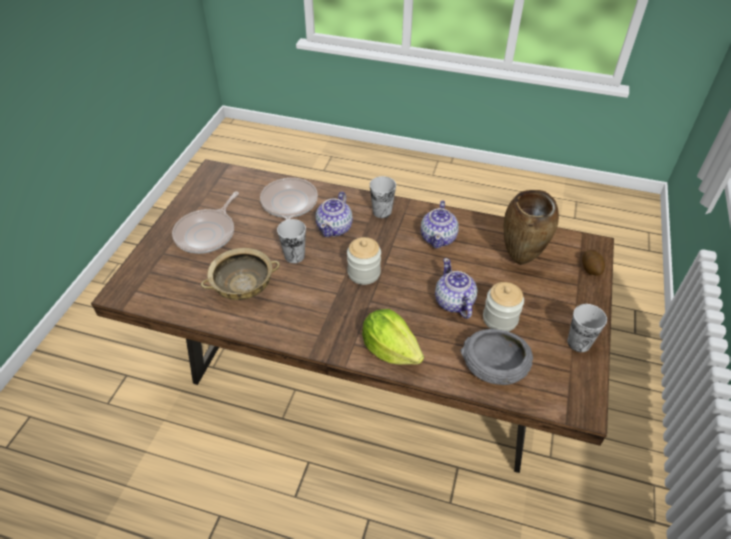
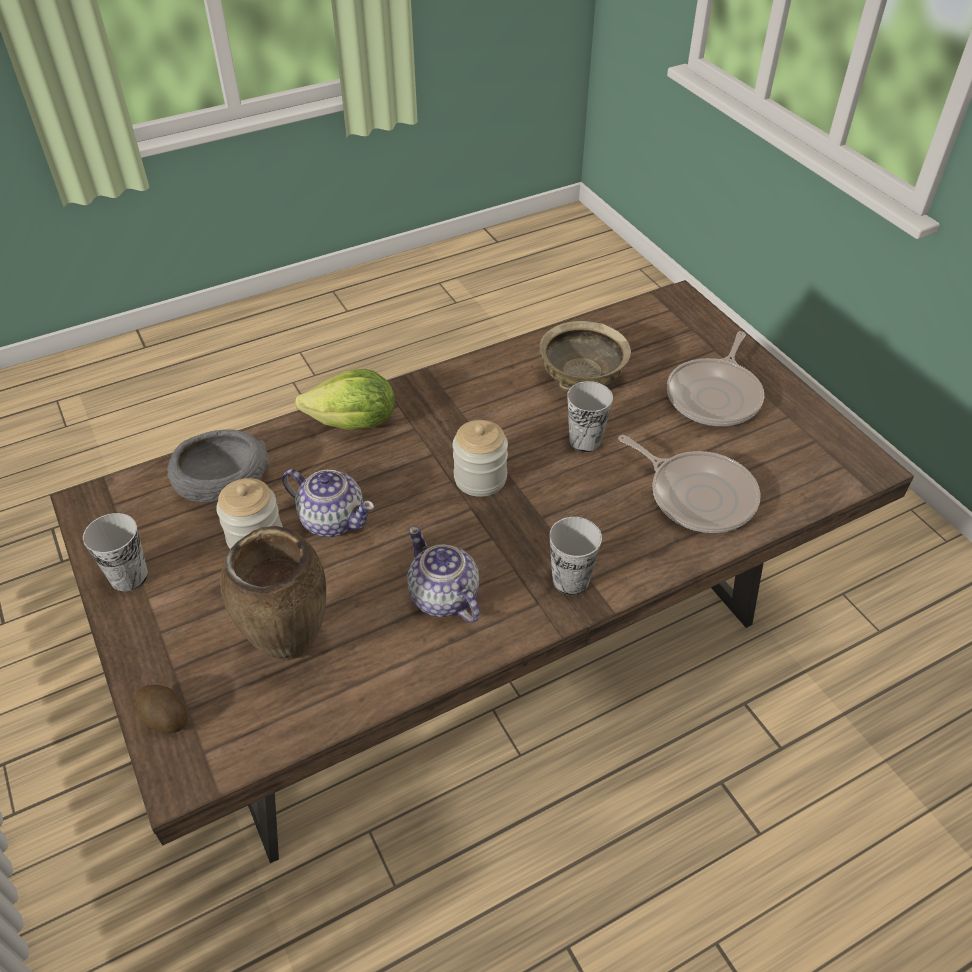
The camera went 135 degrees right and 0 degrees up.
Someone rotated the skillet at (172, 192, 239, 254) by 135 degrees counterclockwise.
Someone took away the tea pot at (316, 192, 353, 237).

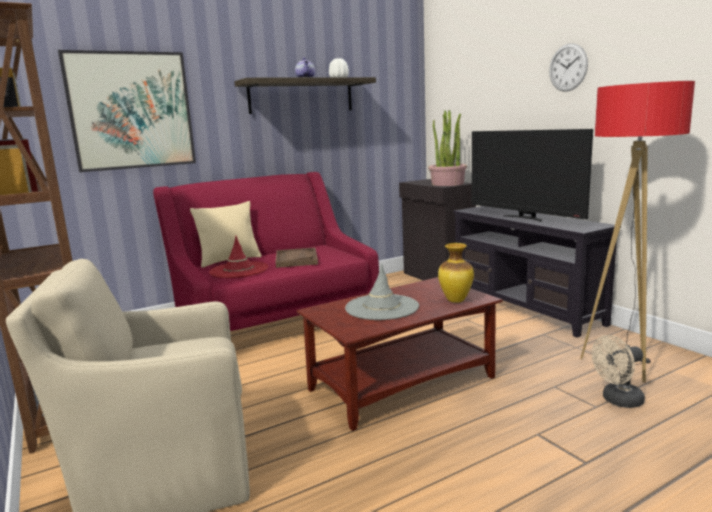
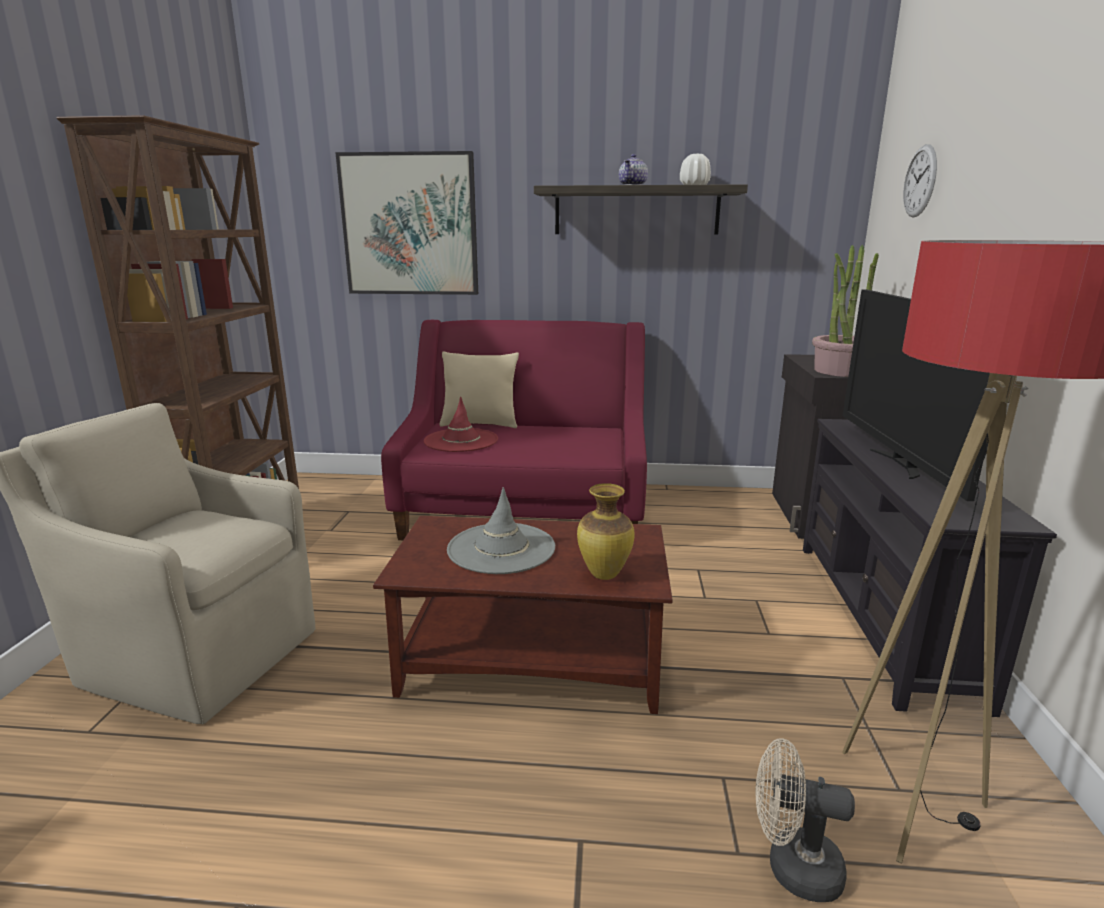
The camera went 35 degrees right and 5 degrees up.
Someone carried the clock on the wall from (549, 43, 588, 92) to (903, 144, 937, 218).
Someone took away the brown-coloured tray at (275, 247, 318, 268).

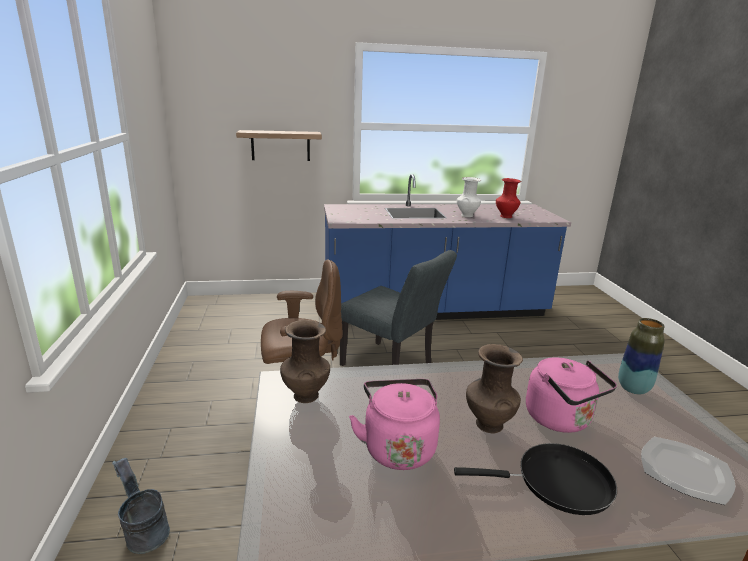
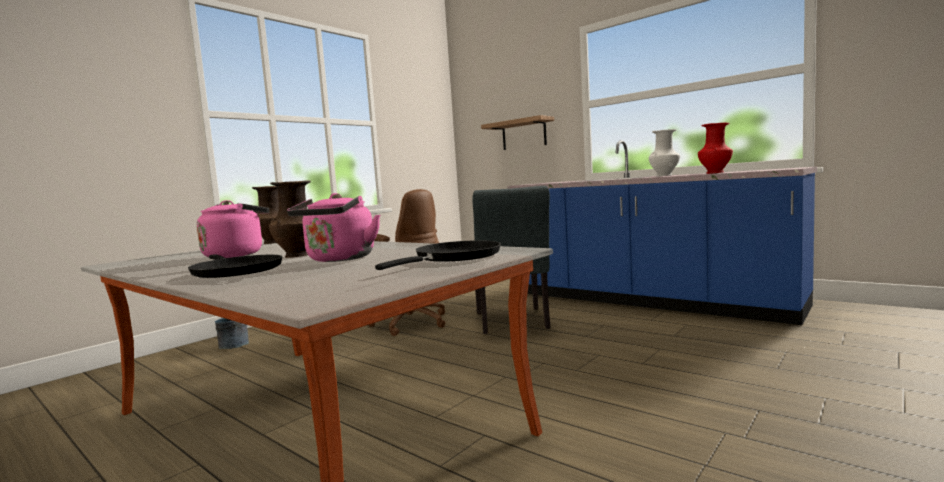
The camera went 50 degrees right and 15 degrees down.
Someone swapped the decorative vase at (618, 318, 665, 395) for the black skillet at (375, 240, 501, 270).
Someone took away the dinner plate at (641, 437, 736, 505).

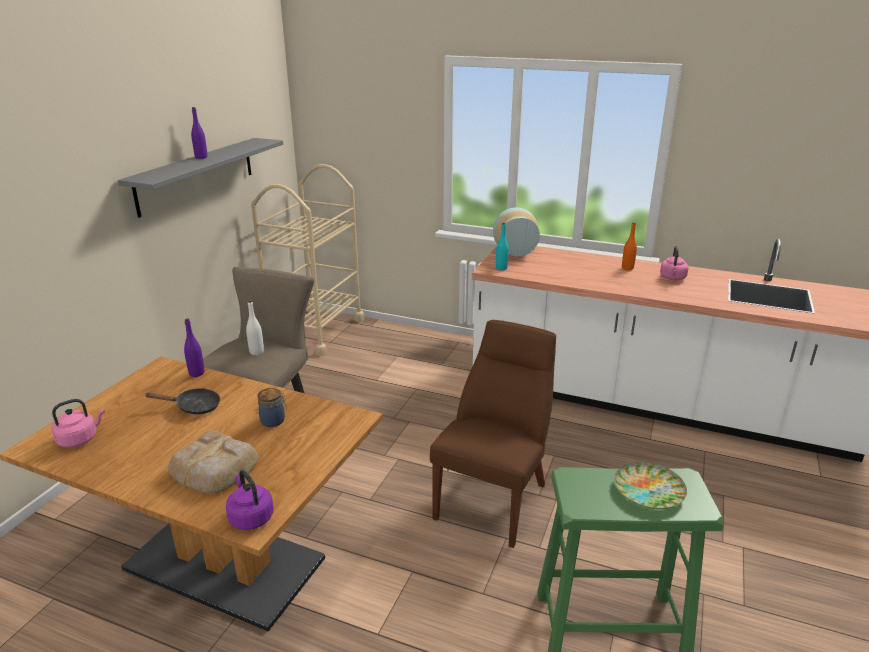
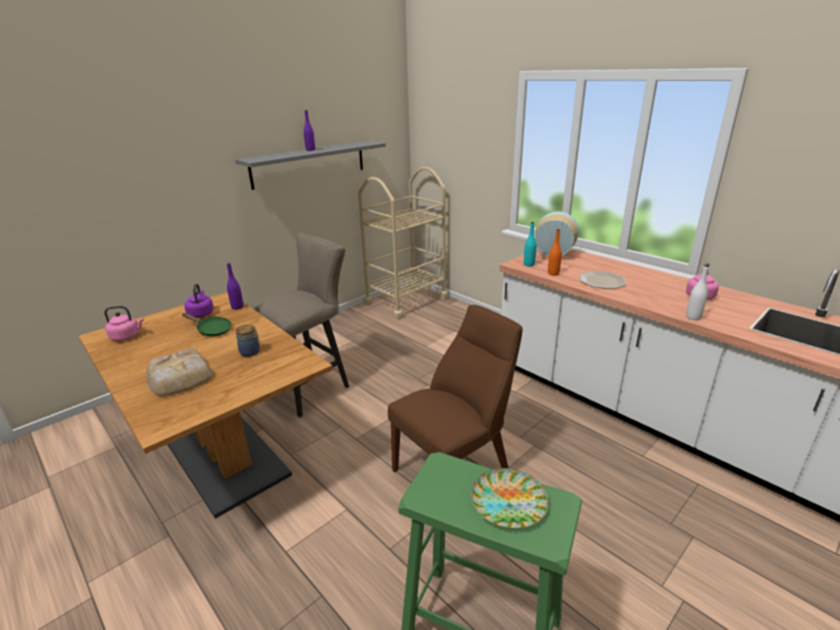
The camera went 25 degrees right and 0 degrees up.
Someone repainted the black skillet at (145, 388, 220, 414), which became the green-coloured skillet at (182, 313, 232, 336).
Someone carried the purple-coloured tea kettle from (226, 470, 273, 530) to (184, 284, 214, 318).
Someone carried the orangey beverage bottle from (622, 223, 637, 270) to (548, 229, 562, 276).
Someone put down the dinner plate at (580, 271, 626, 289).
Someone carried the whitish beverage bottle from (246, 300, 264, 355) to (686, 265, 709, 320).

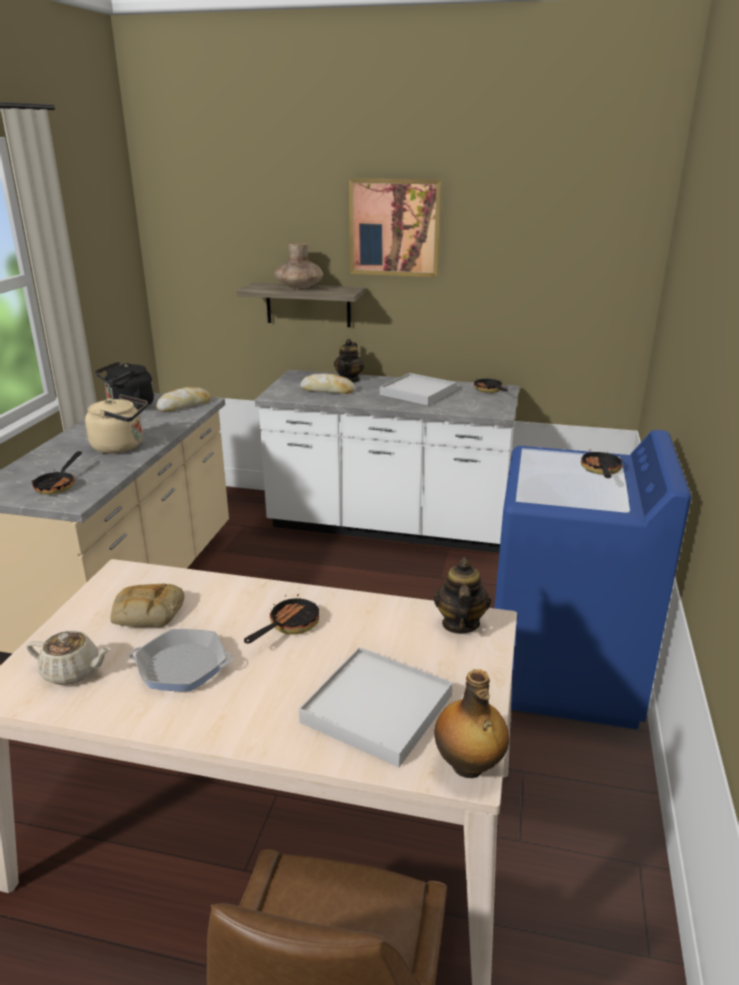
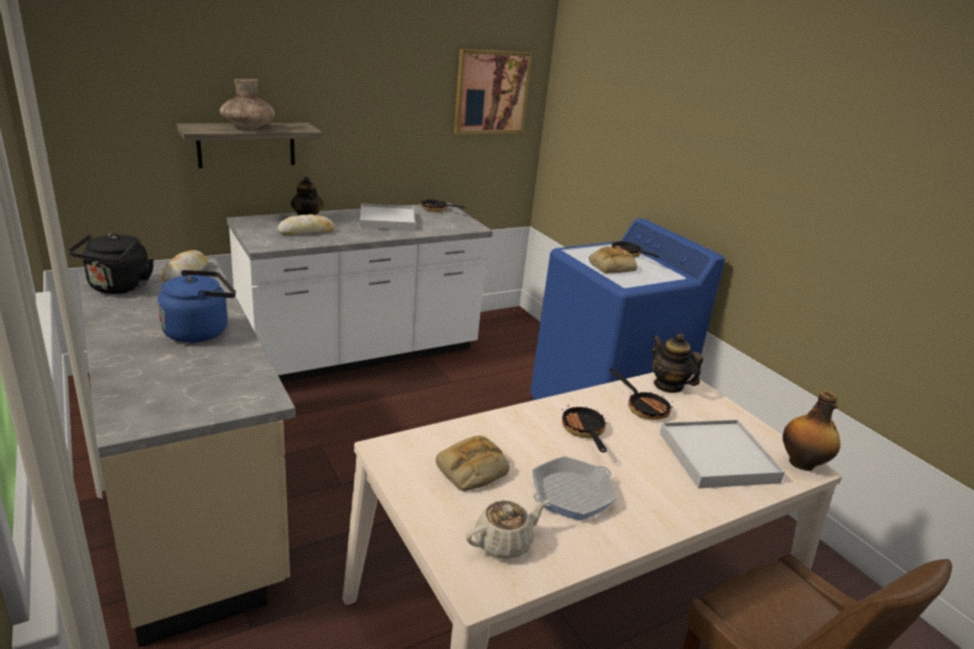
The camera went 45 degrees left and 0 degrees up.
Someone repainted the beige tea kettle at (85, 395, 148, 454), which became the blue-coloured tea kettle at (157, 270, 236, 343).
Someone carried the wall picture from (349, 178, 442, 277) to (454, 49, 532, 134).
Someone put down the baked bread at (589, 247, 637, 274).
Someone carried the skillet from (31, 451, 82, 495) to (609, 368, 673, 420).

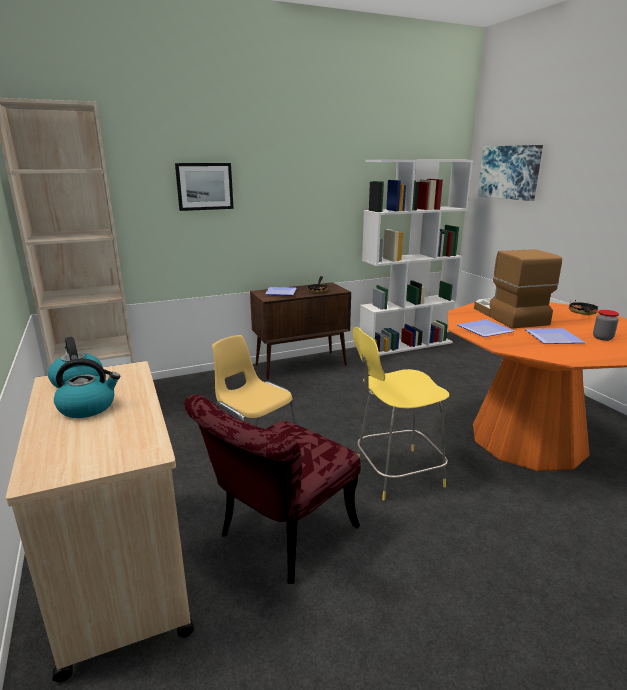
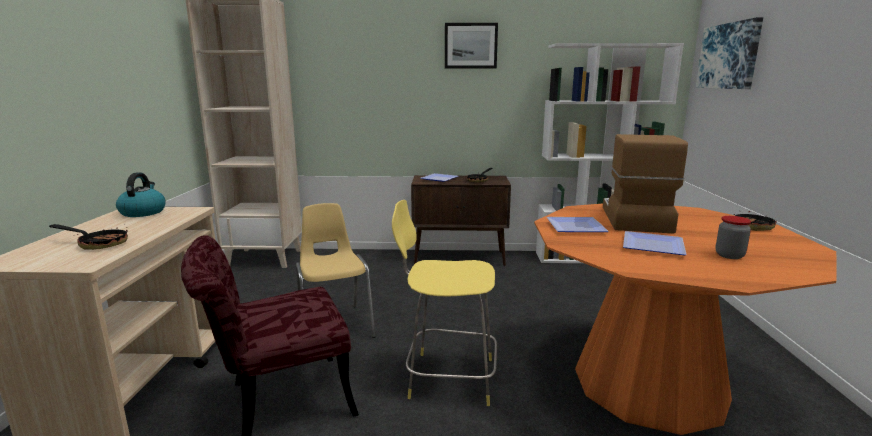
The camera went 25 degrees right and 5 degrees down.
Someone put down the skillet at (49, 224, 128, 250).
Someone carried the wall picture from (175, 163, 234, 211) to (445, 23, 498, 68).
Someone took away the tea kettle at (54, 358, 120, 418).

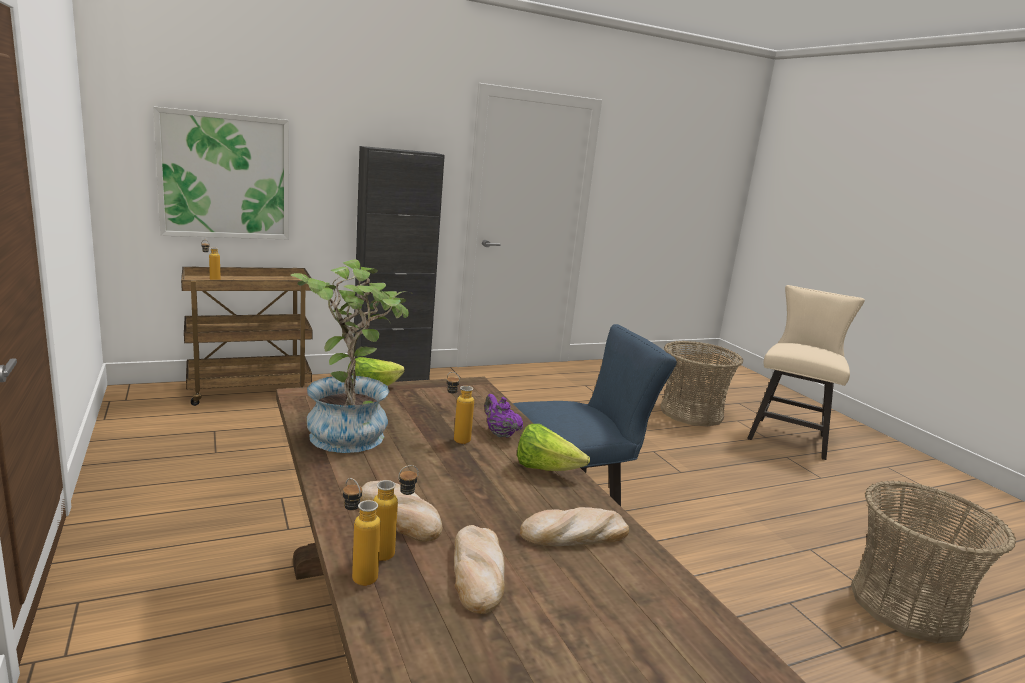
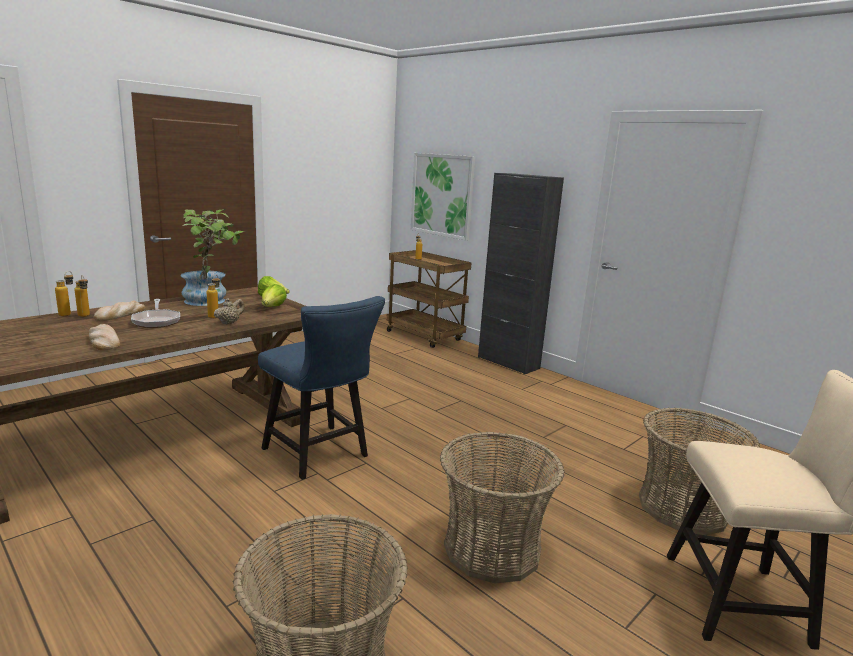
The camera went 70 degrees right and 0 degrees up.
Someone put down the skillet at (131, 299, 180, 328).
Someone repainted the purple-coloured tea pot at (484, 394, 523, 438), which became the beige tea pot at (214, 298, 245, 325).
Someone carried the head of lettuce from (517, 424, 590, 471) to (262, 284, 287, 307).
Someone put down the household basket at (440, 432, 565, 584).
Someone took away the baked bread at (454, 525, 505, 614).

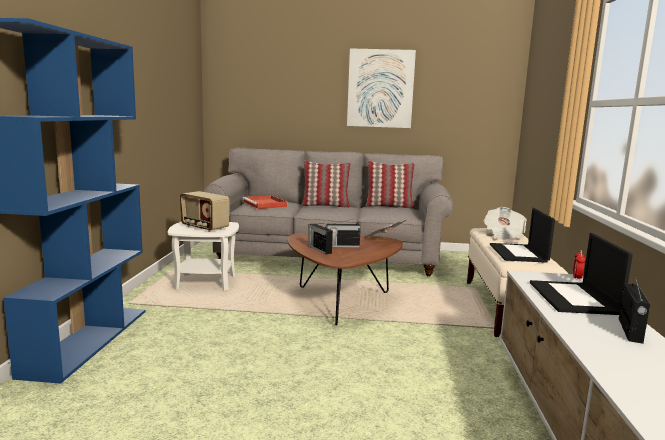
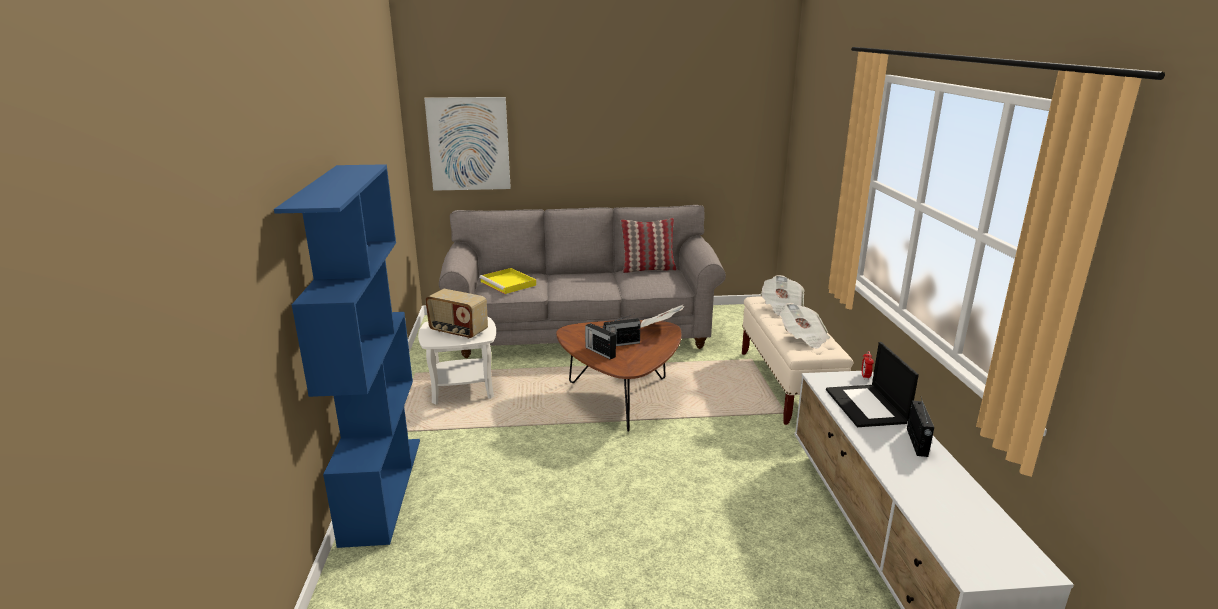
The camera went 10 degrees left and 10 degrees up.
Someone carried the wall picture from (347, 48, 416, 128) to (424, 97, 511, 191).
Someone repainted the reddish tray at (242, 195, 287, 209), which became the yellowish tray at (479, 268, 536, 294).
Someone swapped the laptop at (490, 208, 555, 263) for the printed paper at (780, 303, 830, 349).
Someone took away the cushion at (302, 161, 351, 208).

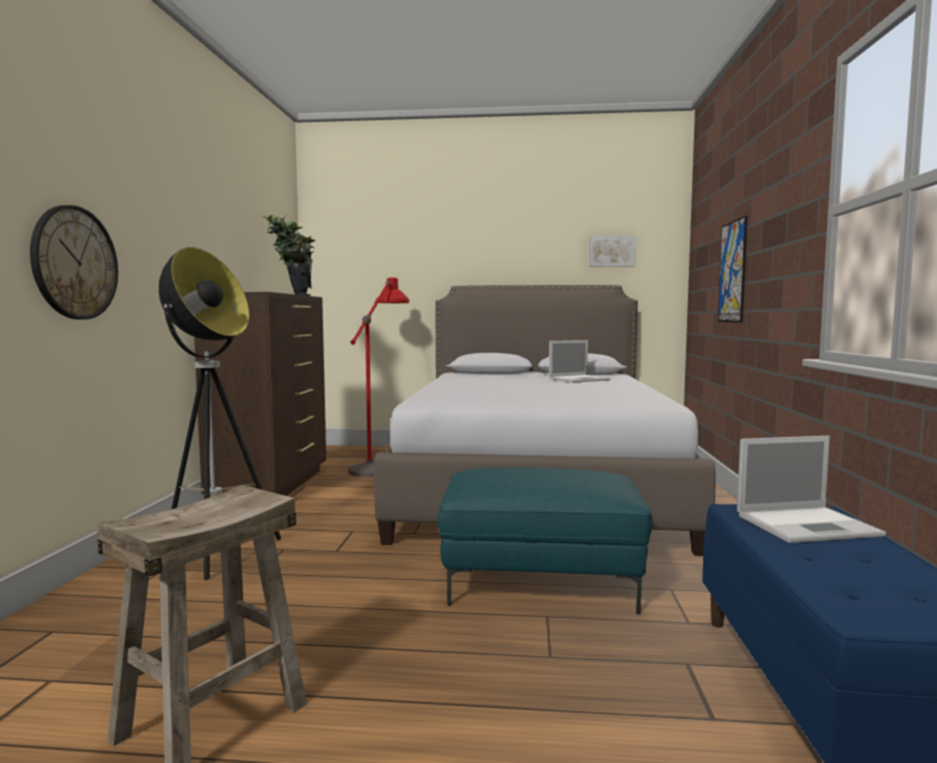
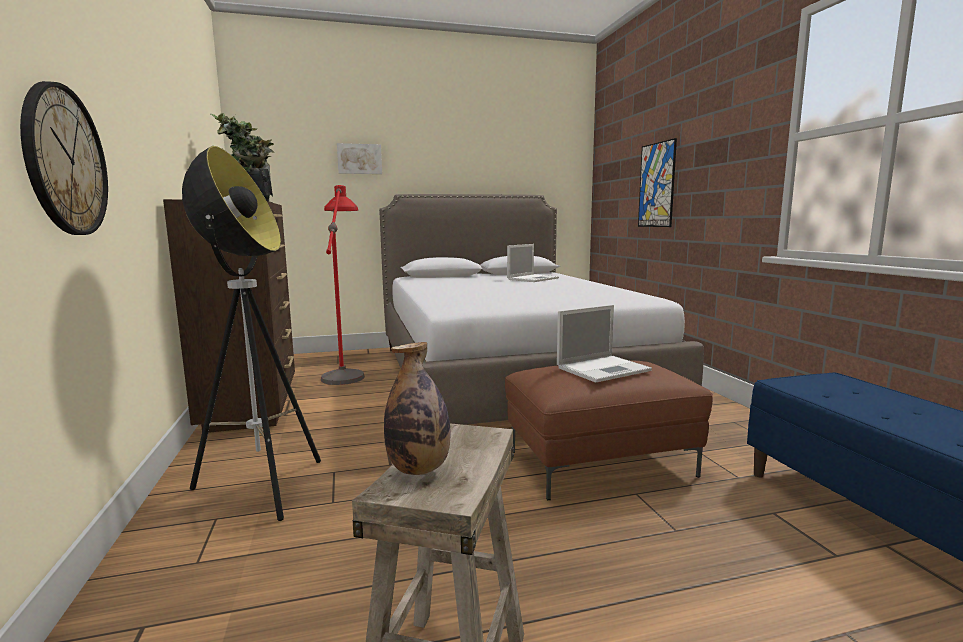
The camera went 20 degrees left and 5 degrees up.
Someone carried the wall picture from (589, 235, 636, 267) to (337, 143, 382, 174).
Someone put down the beverage bottle at (384, 342, 450, 475).
Someone repainted the turquoise-coloured footrest at (438, 467, 653, 614), which became the brown-coloured footrest at (505, 360, 713, 500).
Someone carried the laptop from (737, 436, 886, 543) to (557, 305, 652, 383).

